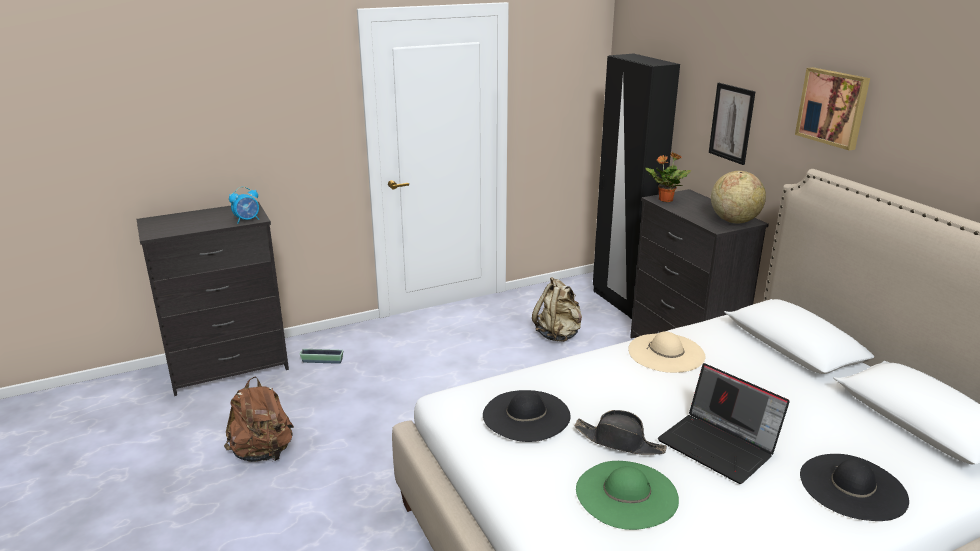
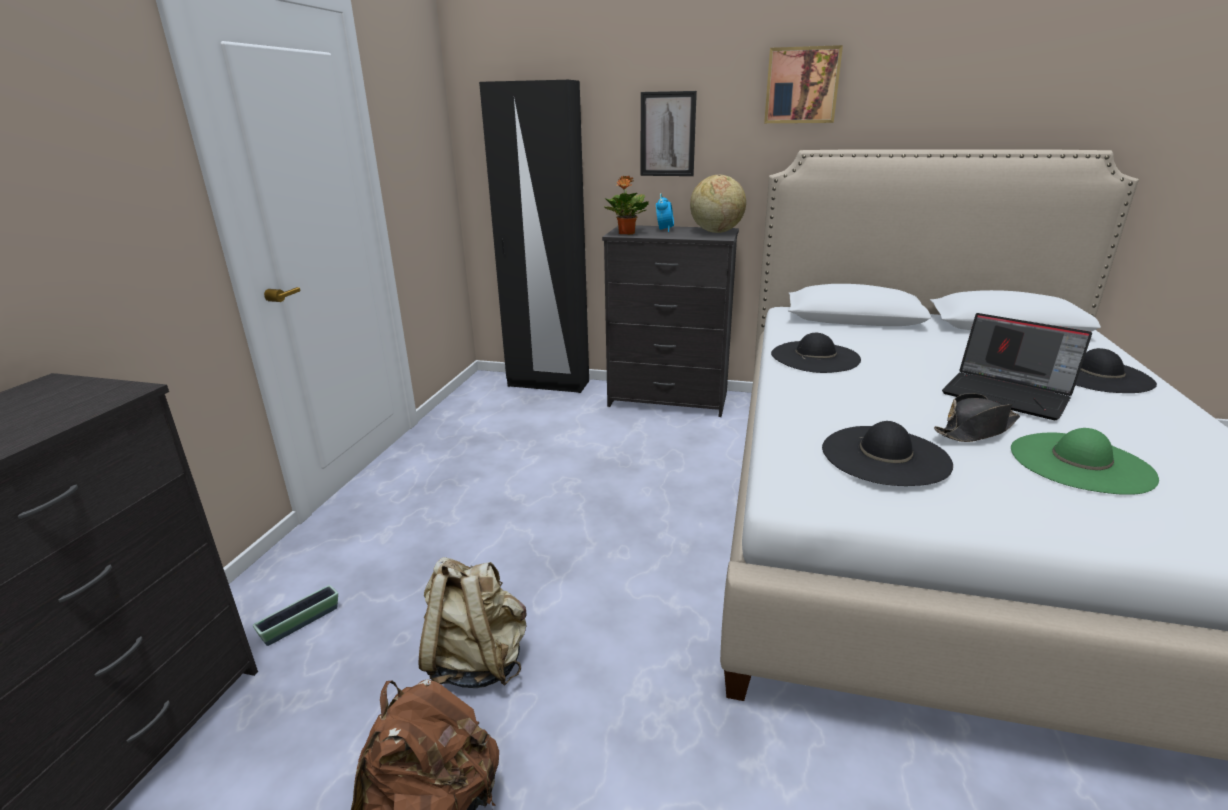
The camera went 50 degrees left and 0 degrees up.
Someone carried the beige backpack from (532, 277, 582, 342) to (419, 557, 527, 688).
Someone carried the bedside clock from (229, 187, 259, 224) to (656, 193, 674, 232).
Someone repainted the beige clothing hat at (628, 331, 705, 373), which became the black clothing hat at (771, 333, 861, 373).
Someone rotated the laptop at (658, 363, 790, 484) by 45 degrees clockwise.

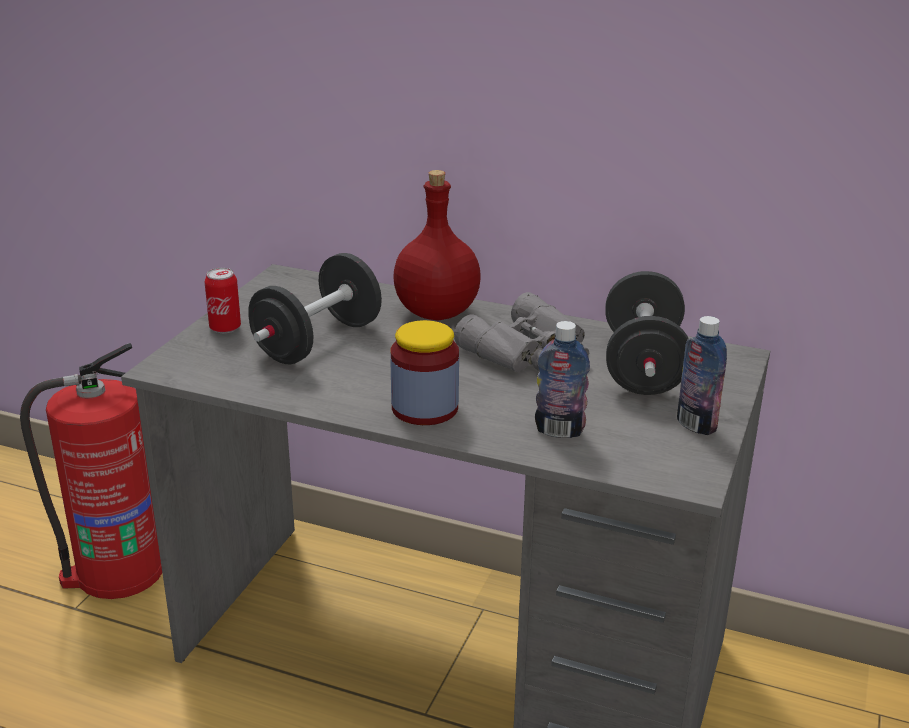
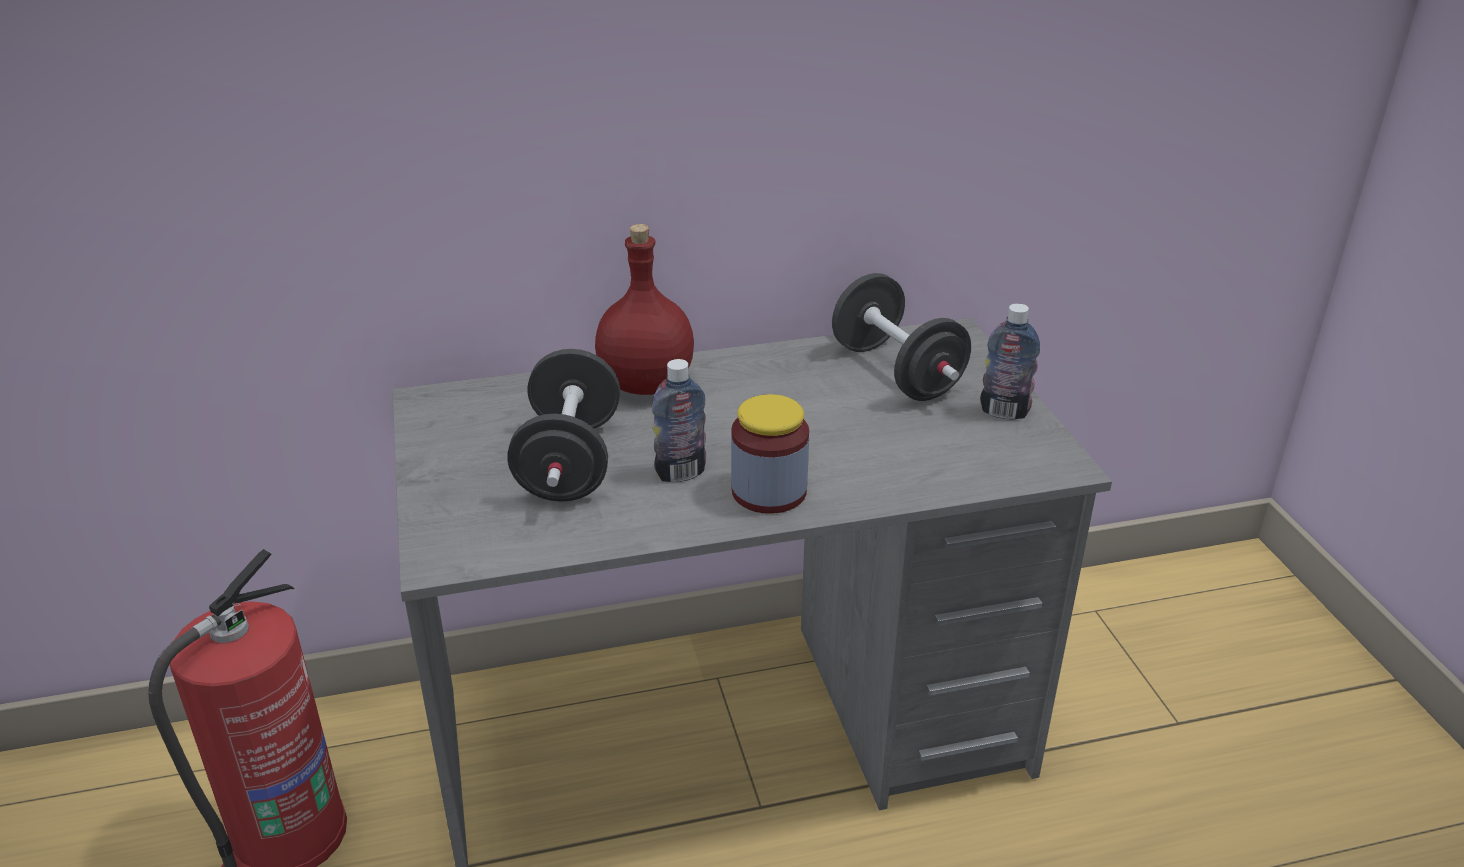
The camera went 35 degrees left and 5 degrees up.
Someone carried the beverage bottle from (535, 321, 590, 438) to (652, 359, 706, 482).
Someone took away the sealed can at (205, 268, 241, 334).
Someone took away the greyish binoculars at (454, 292, 589, 372).

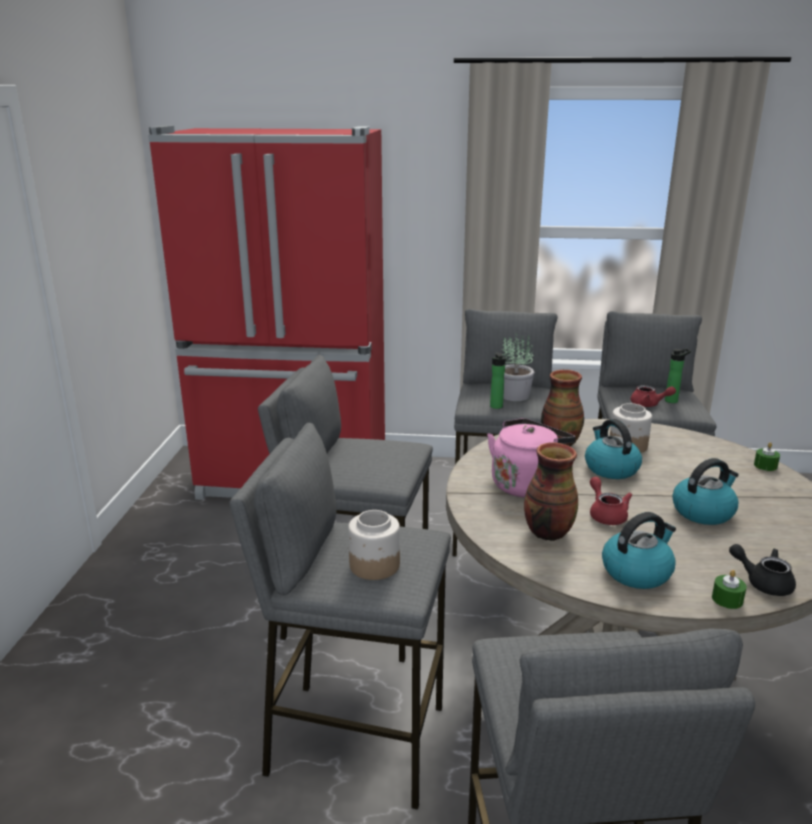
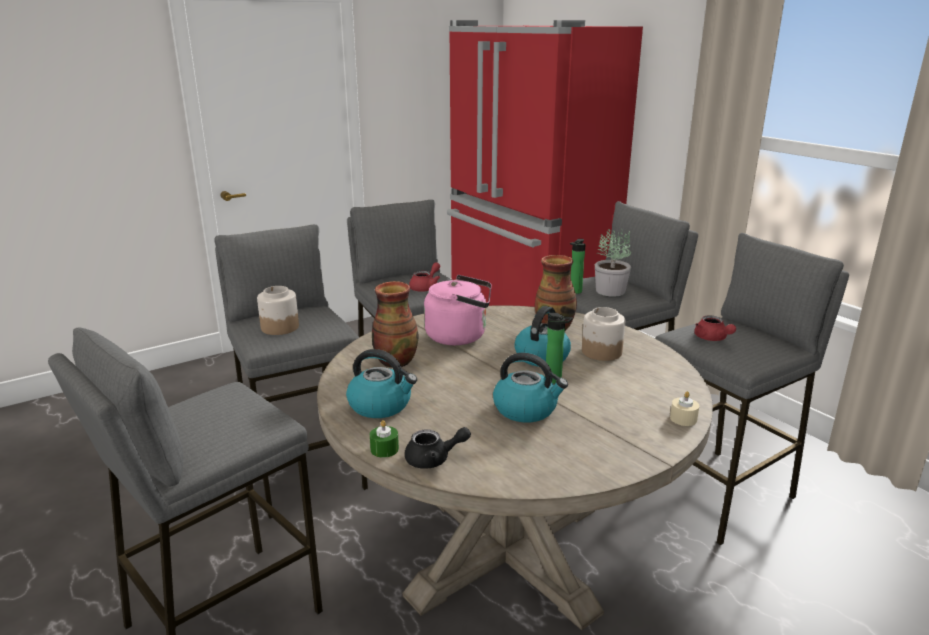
The camera went 50 degrees right and 0 degrees up.
Someone rotated the black tea pot at (729, 544, 796, 596) by 90 degrees clockwise.
Someone carried the reddish tea pot from (590, 477, 632, 525) to (409, 262, 440, 292).
Someone carried the beverage bottle from (665, 348, 691, 403) to (546, 313, 573, 384).
Someone repainted the green-coloured candle at (754, 442, 780, 471), which became the beige candle at (670, 391, 699, 426).

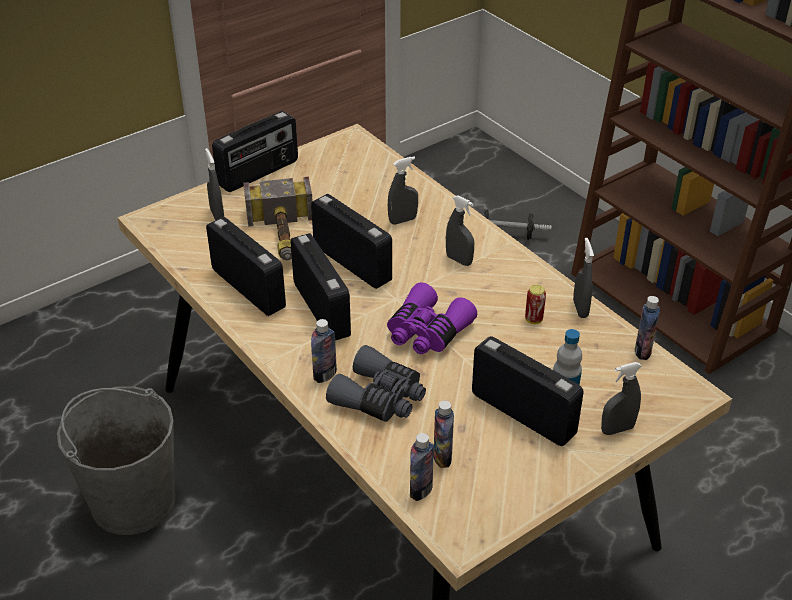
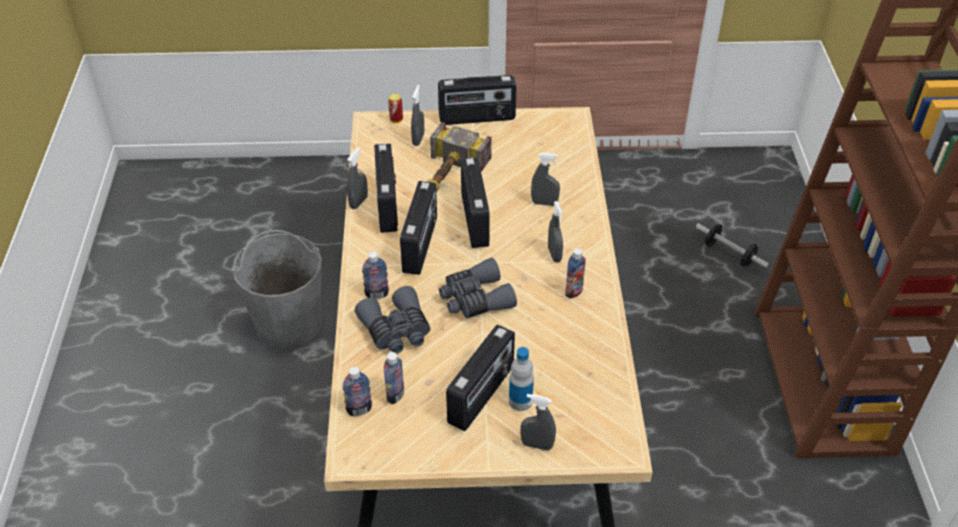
The camera went 35 degrees right and 5 degrees up.
Someone carried the greyish sprayer from (573, 238, 594, 318) to (347, 147, 368, 209).
Someone carried the sealed can from (525, 285, 546, 324) to (388, 94, 403, 123).
Someone repainted the purple-coloured binoculars at (387, 282, 477, 354), which became the greyish binoculars at (439, 258, 517, 318).
Someone rotated the radio at (472, 336, 584, 446) by 45 degrees clockwise.
Someone carried the beverage bottle from (635, 296, 660, 360) to (565, 248, 586, 298).

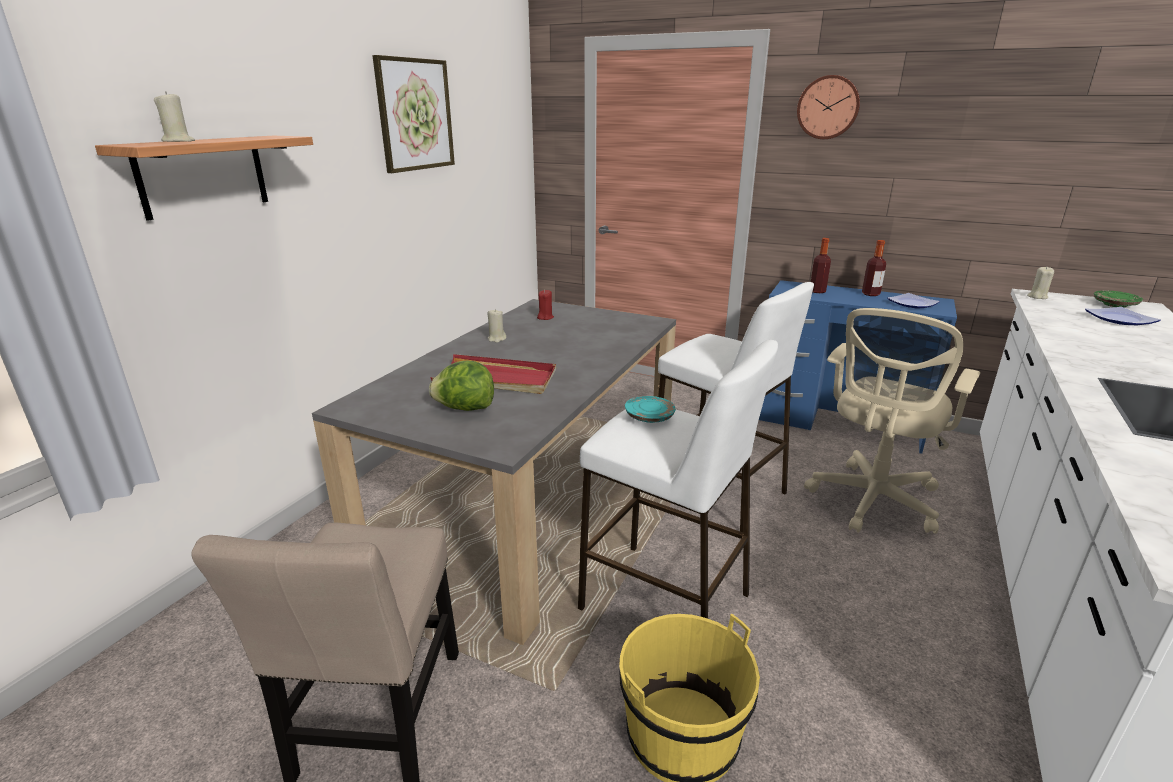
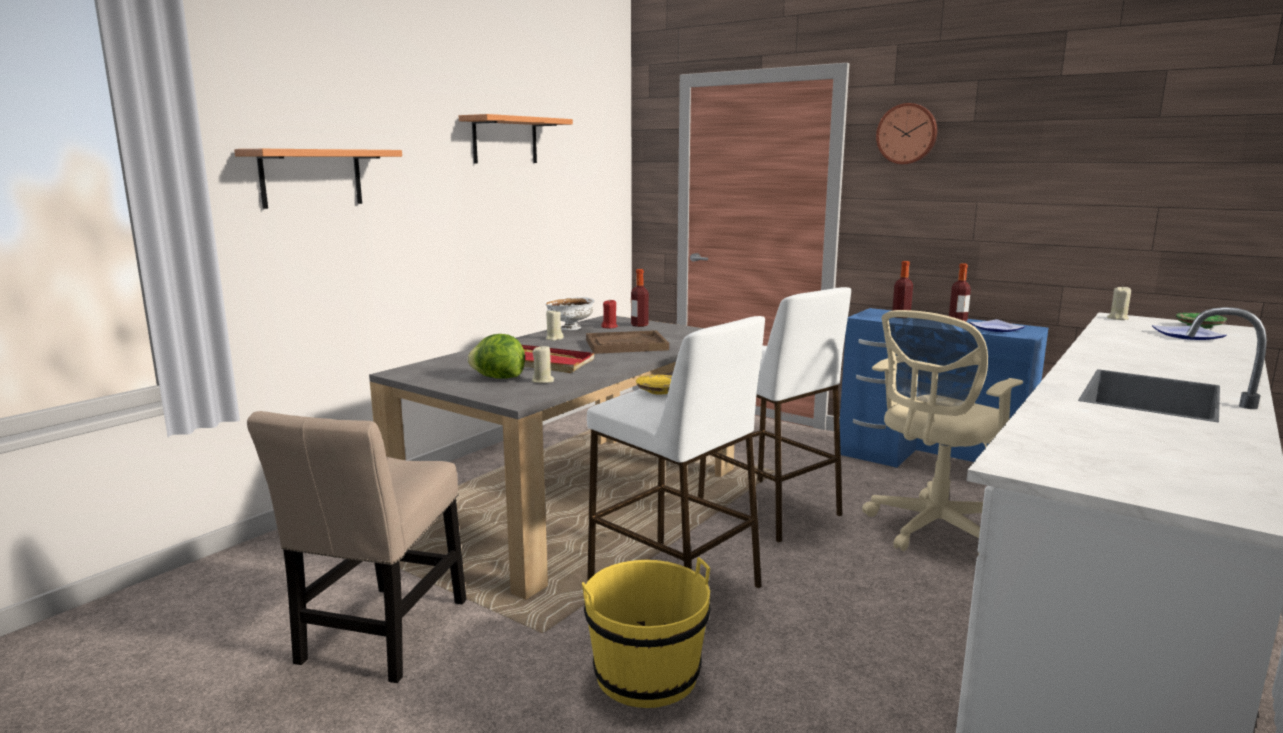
The camera went 10 degrees right and 10 degrees down.
Someone swapped the wall picture at (372, 55, 455, 173) for the wall shelf at (459, 114, 573, 163).
Someone carried the beige candle from (154, 91, 195, 142) to (532, 345, 554, 383).
Someone put down the whitish bowl at (545, 297, 594, 330).
Someone put down the brown-coloured tray at (586, 330, 669, 354).
Someone put down the beverage bottle at (631, 269, 649, 327).
Someone repainted the turquoise-coloured dinner plate at (625, 396, 676, 423), which became the yellowish dinner plate at (636, 375, 672, 395).

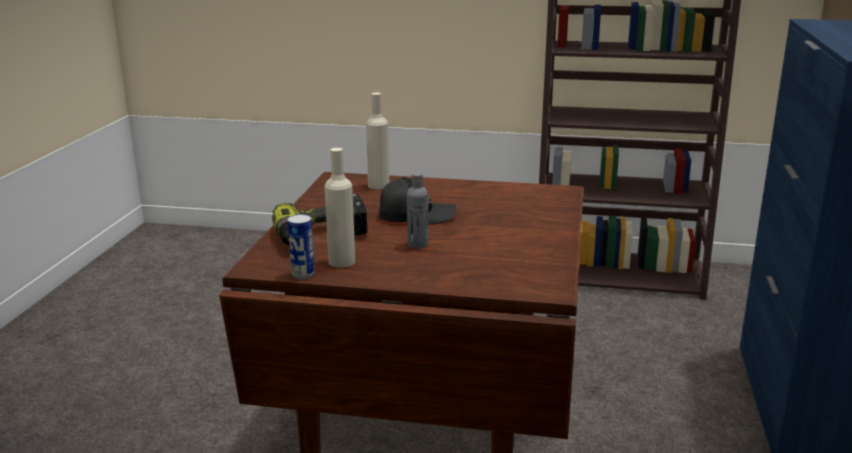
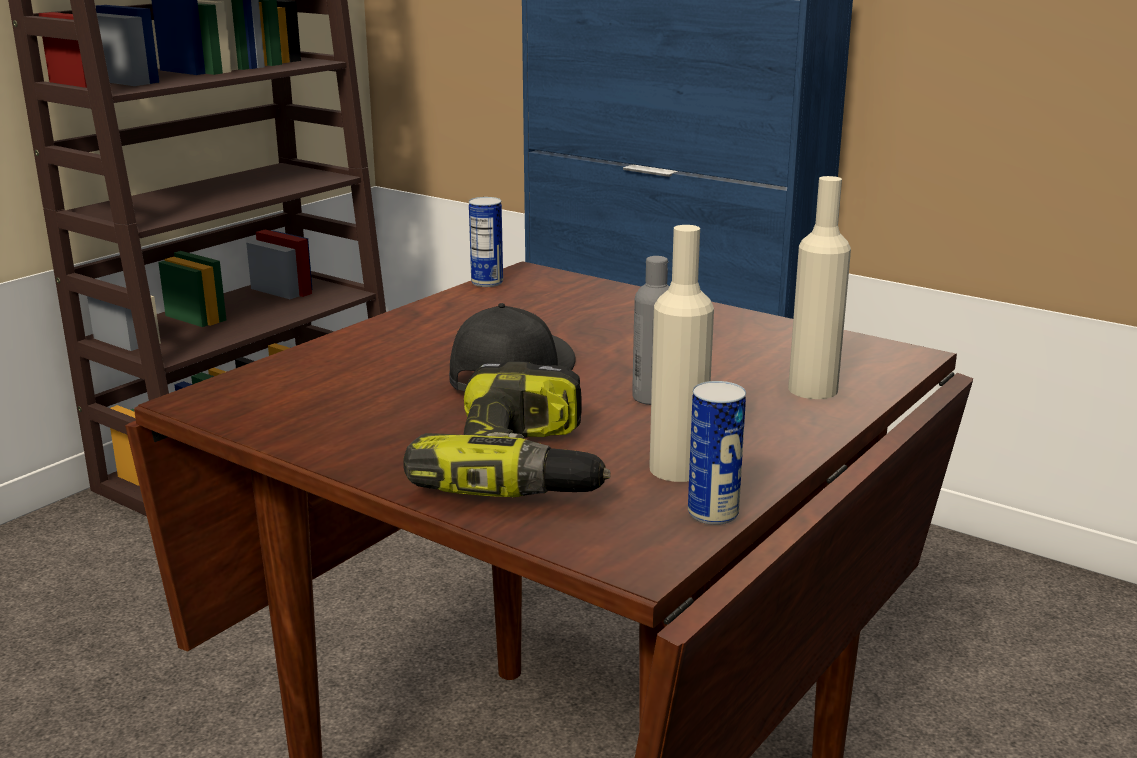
The camera went 65 degrees left and 0 degrees up.
Someone put down the sealed can at (469, 197, 503, 287).
Someone carried the beige beverage bottle from (366, 93, 389, 189) to (788, 176, 851, 399).

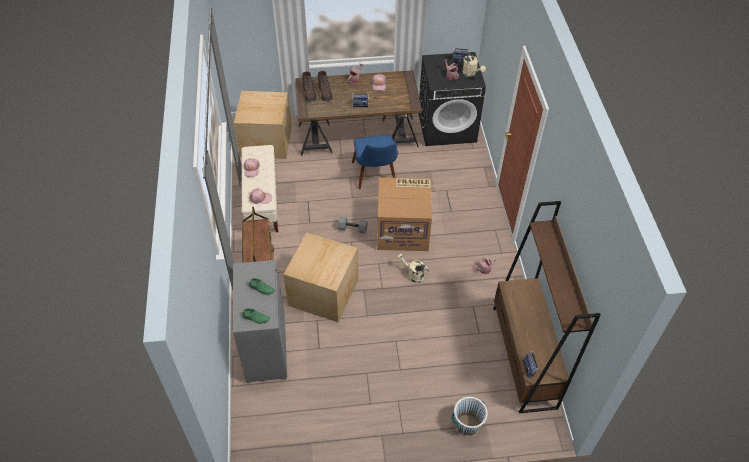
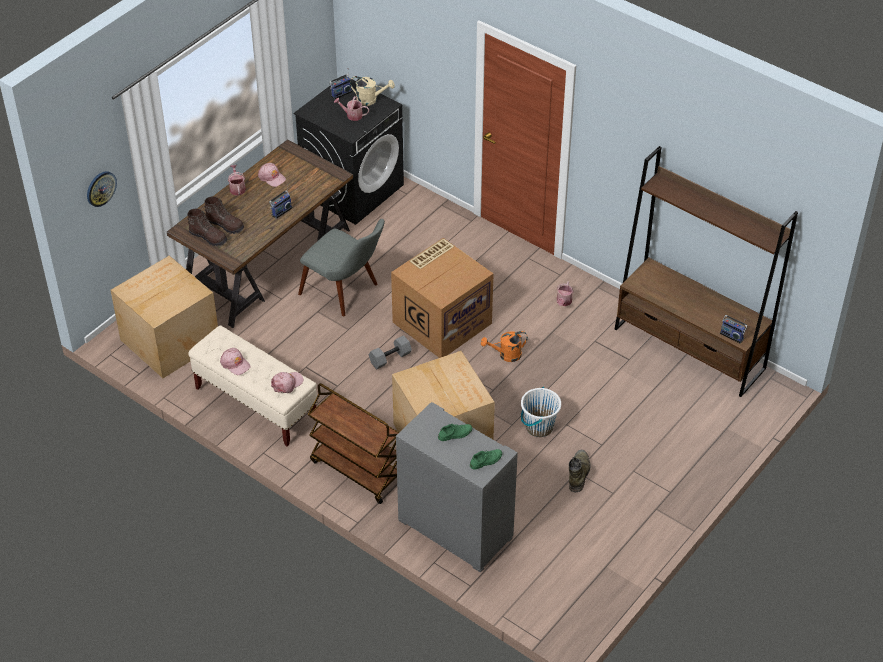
The camera went 45 degrees left and 5 degrees down.
Someone put up the clock on the wall at (87, 171, 117, 207).
Someone repainted the blue-coloured plain chair at (352, 135, 398, 189), which became the greyish plain chair at (298, 219, 385, 316).
Someone repainted the beige watering can at (397, 253, 429, 283), which became the orangey watering can at (481, 331, 528, 362).
Someone carried the whitish bucket from (451, 397, 488, 435) to (521, 387, 561, 437).
Someone put down the green-coloured tall boot at (569, 450, 591, 492).

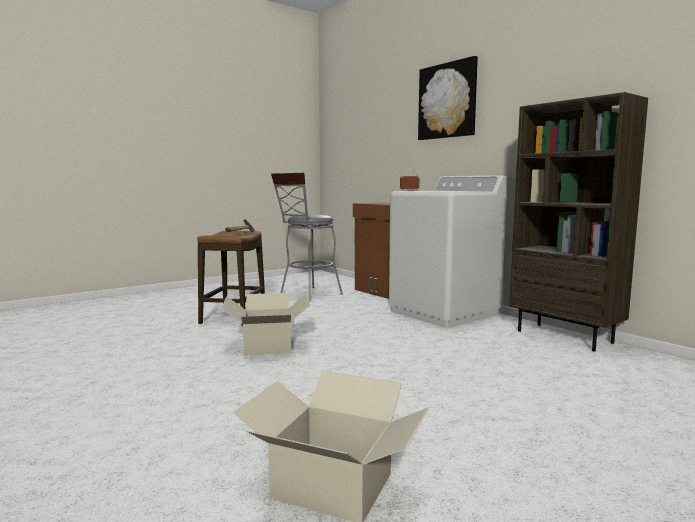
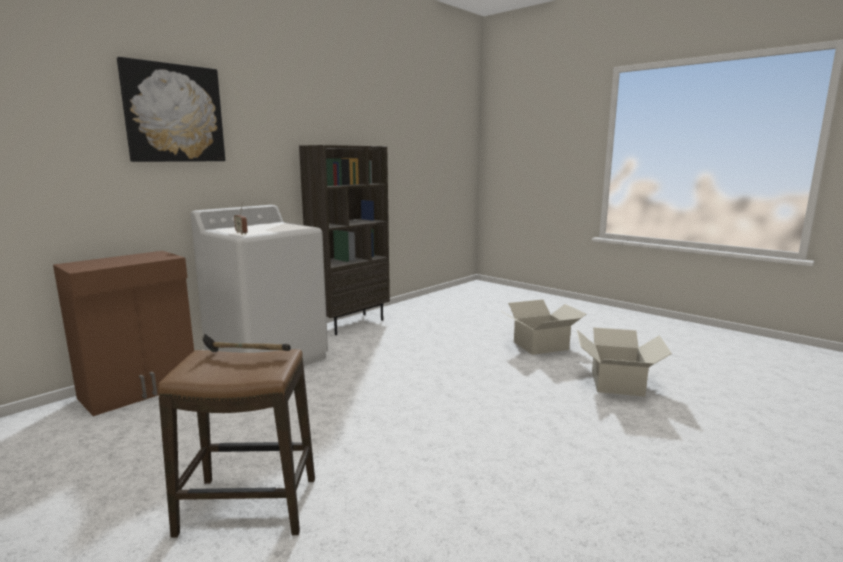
The camera went 100 degrees left and 5 degrees up.
Someone carried the packing box from (221, 293, 310, 355) to (501, 299, 586, 355).
Someone took away the greyish stool at (271, 172, 343, 302).

